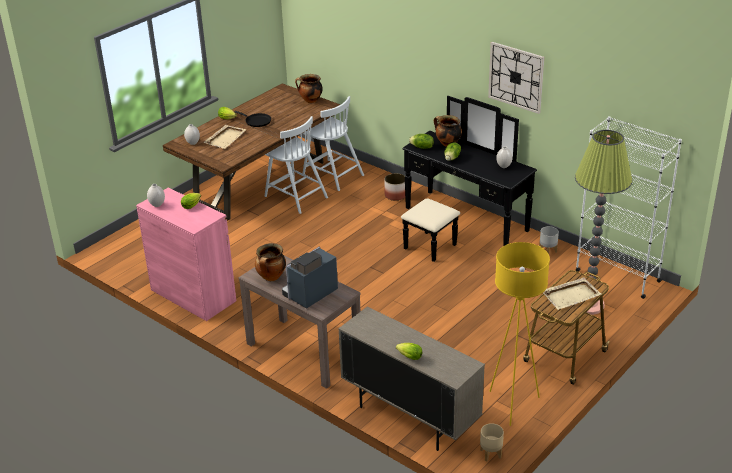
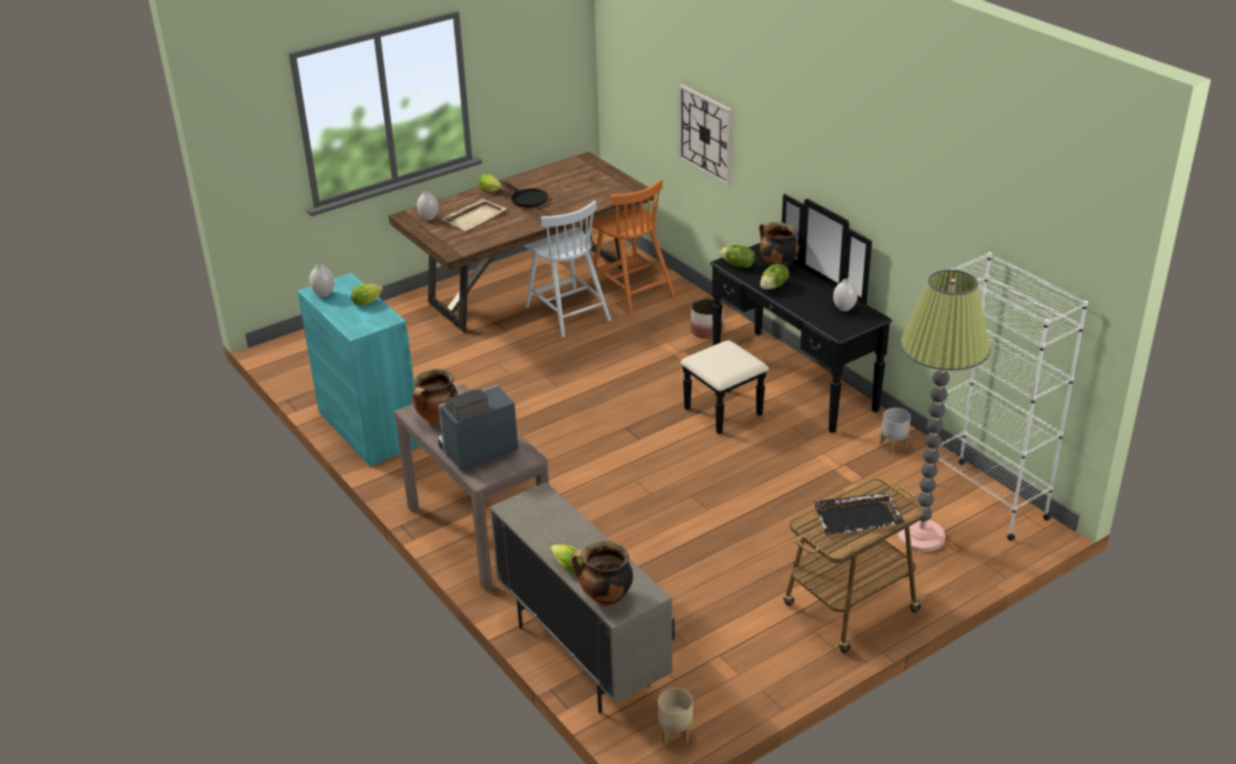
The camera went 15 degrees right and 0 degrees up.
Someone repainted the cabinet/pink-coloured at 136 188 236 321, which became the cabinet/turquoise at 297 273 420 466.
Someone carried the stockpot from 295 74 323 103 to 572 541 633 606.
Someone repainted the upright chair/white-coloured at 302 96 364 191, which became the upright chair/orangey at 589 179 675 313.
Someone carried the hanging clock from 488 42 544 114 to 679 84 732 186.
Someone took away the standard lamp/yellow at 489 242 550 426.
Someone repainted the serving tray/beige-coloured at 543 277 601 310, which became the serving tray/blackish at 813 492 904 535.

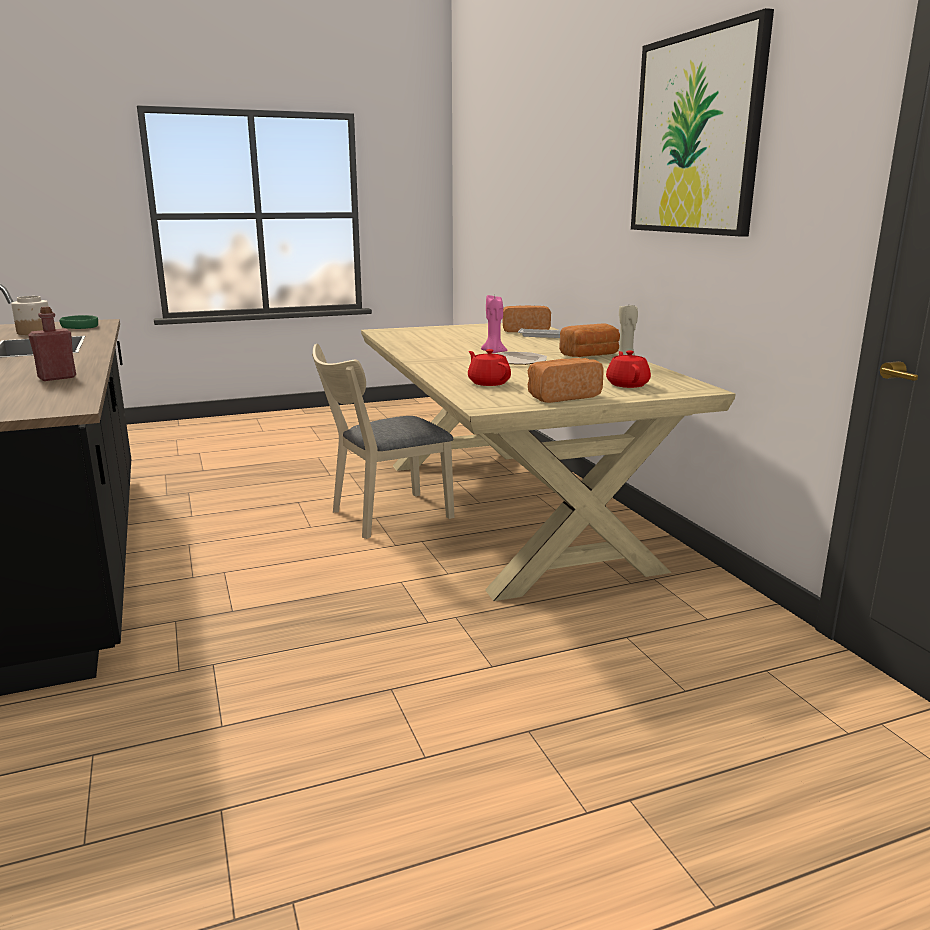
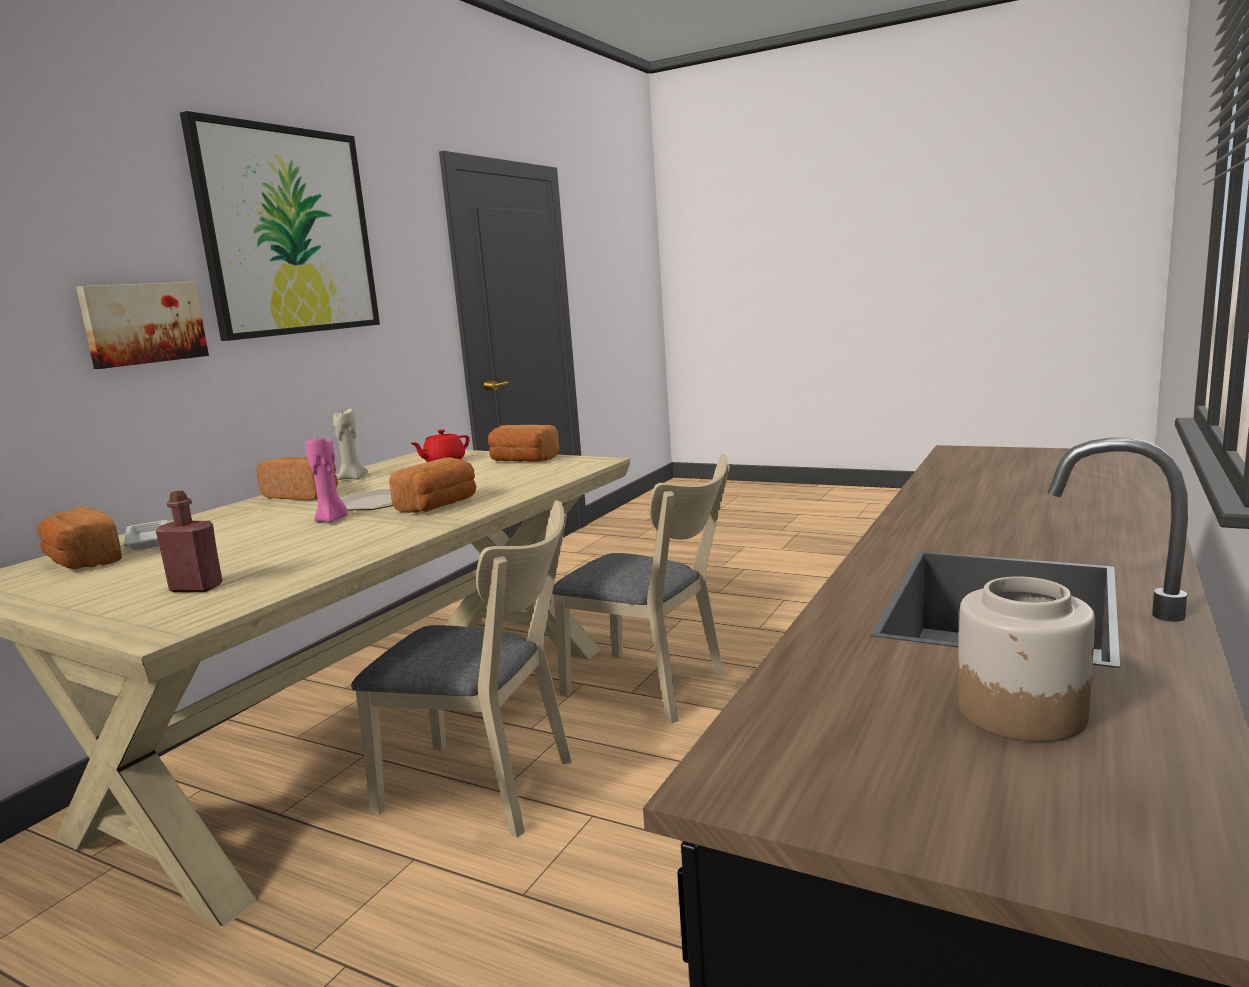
The camera went 130 degrees left and 5 degrees down.
Someone carried the drink bottle/reddish from 28 307 76 381 to 156 491 222 592.
Someone took away the bowl/green at 59 315 98 329.
Someone took away the tea pot/reddish at 468 349 511 386.
Someone put up the wall art at 76 282 209 369.
Someone put down the bakery bread at 389 457 476 513.
Someone put down the upright chair/beige-coloured at 553 454 730 723.

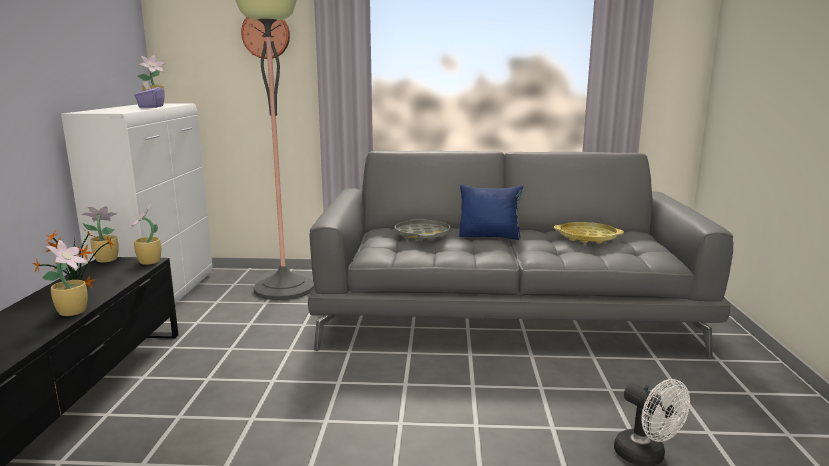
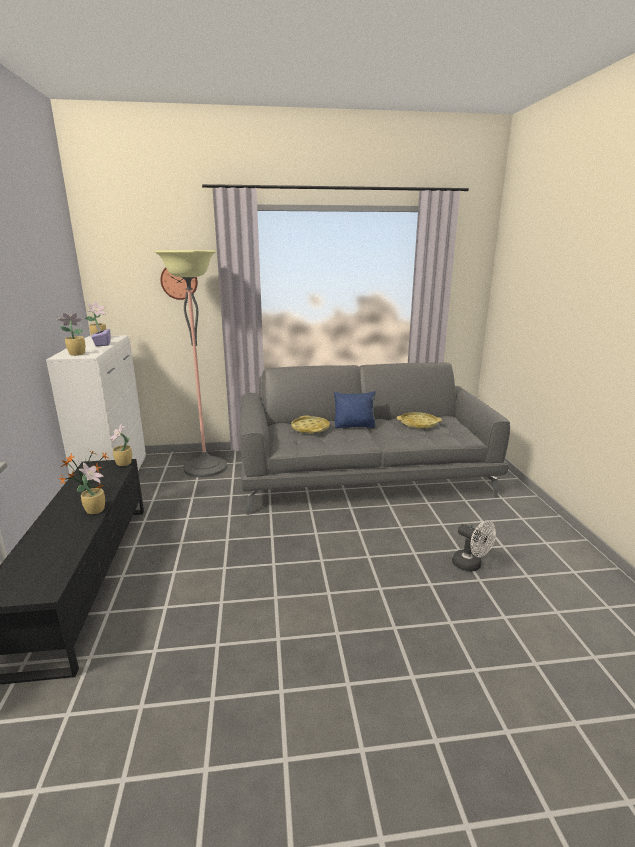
The camera went 10 degrees left and 5 degrees up.
Someone carried the potted plant from 82 206 119 263 to 57 313 85 356.
Someone repainted the serving tray/gray at 394 219 451 241, which became the serving tray/yellow at 291 416 330 434.

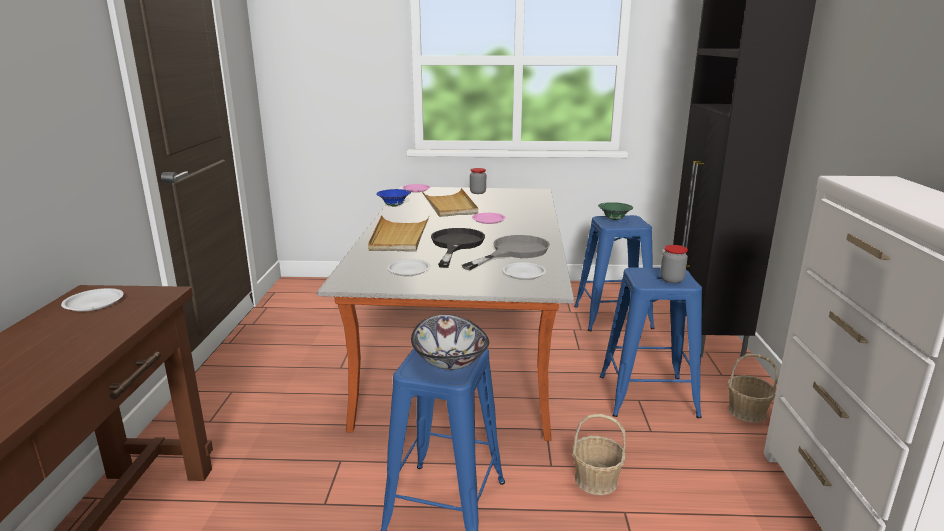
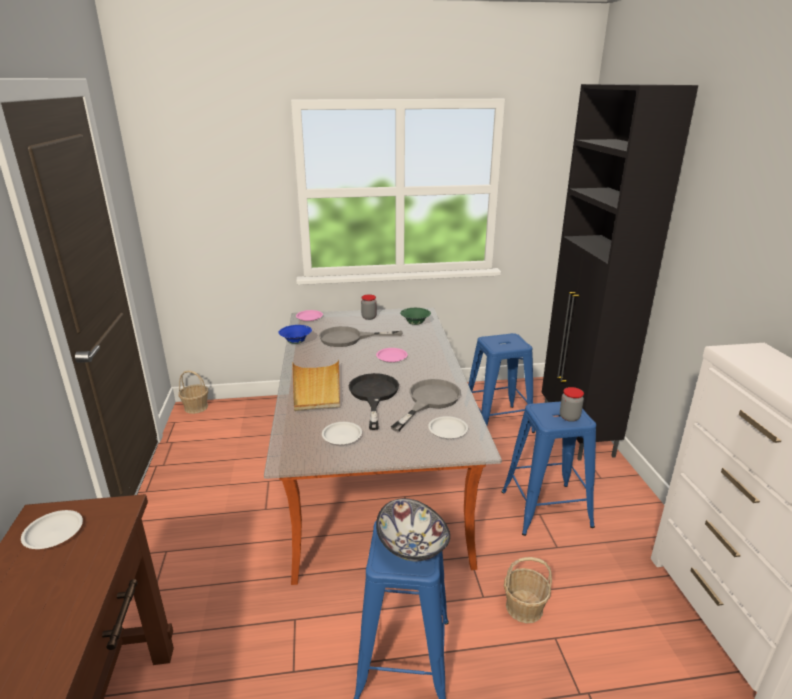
The camera went 10 degrees left and 5 degrees up.
Someone swapped the serving tray/beige-coloured at 422 188 478 217 for the pan/gray at 319 326 403 347.
Someone carried the bowl/green from 598 202 633 220 to 400 308 431 325.
Someone carried the basket from 727 354 778 423 to 179 370 208 414.

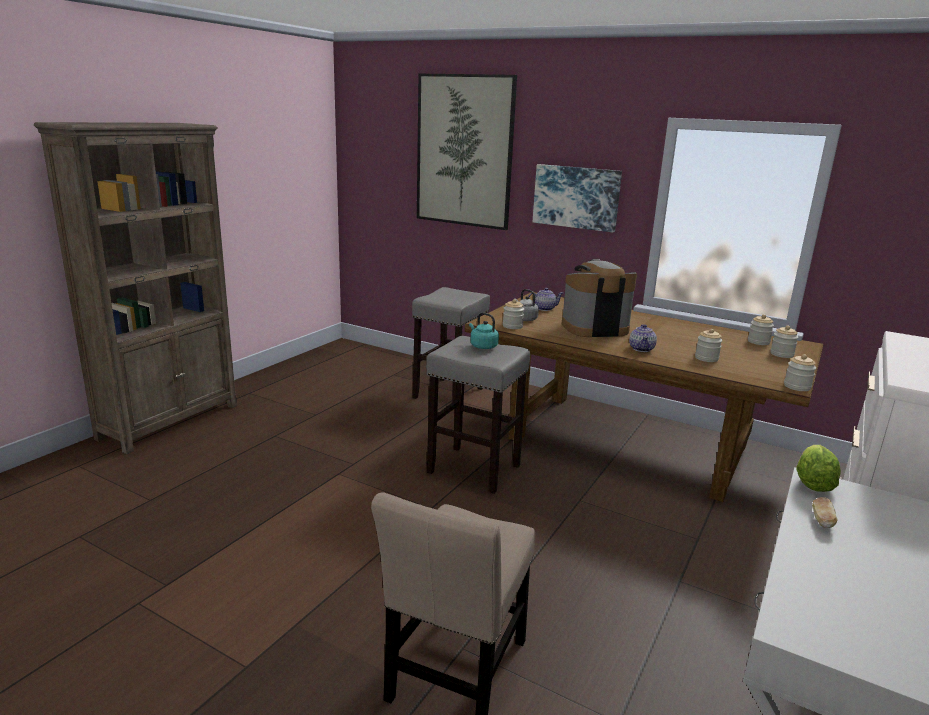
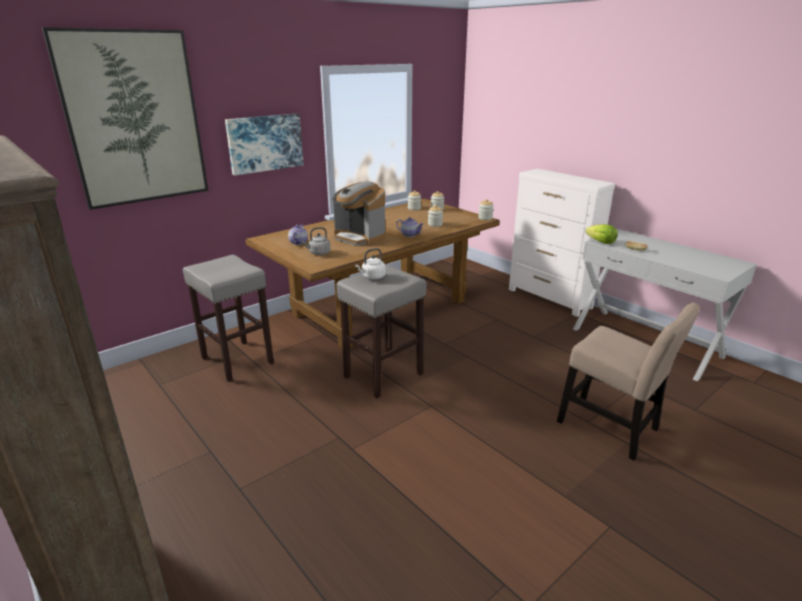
The camera went 70 degrees left and 5 degrees up.
Someone repainted the kettle/turquoise at 469 313 499 349, which became the kettle/white-coloured at 355 248 386 279.
Someone took away the storage jar at 503 299 524 329.
Someone rotated the coffee brewer at 562 259 637 337 by 60 degrees counterclockwise.

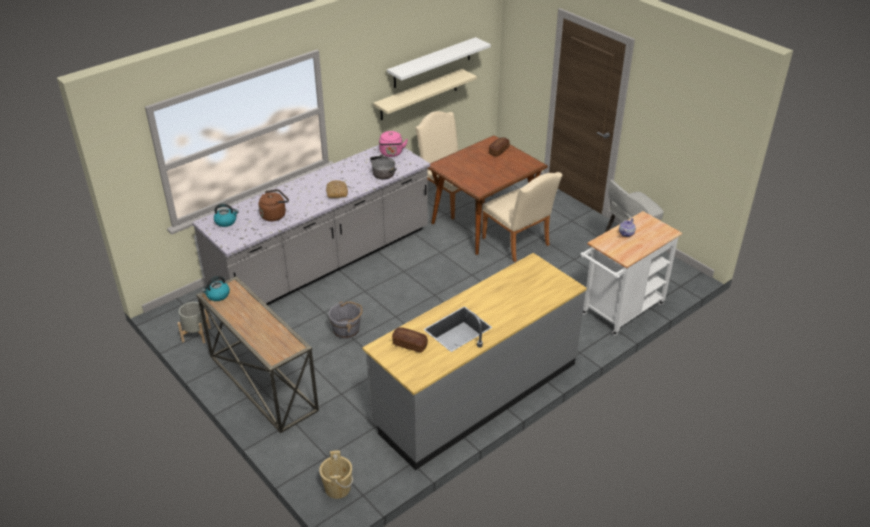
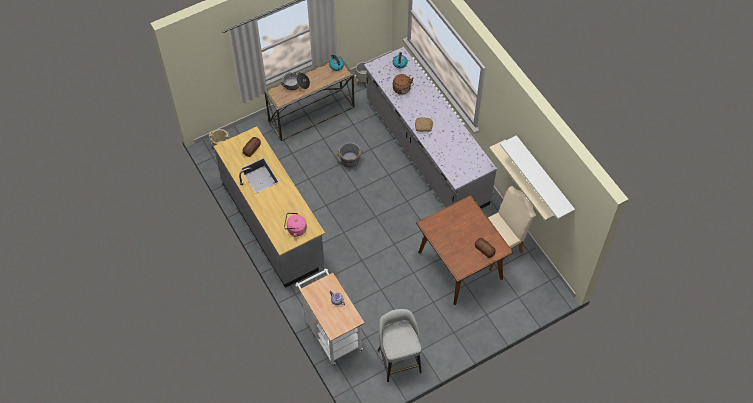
The camera went 100 degrees right and 20 degrees up.
Someone carried the stockpot from 370 155 397 180 to 281 72 310 90.
Someone carried the kettle/pink-coloured from 379 131 408 157 to 284 213 307 237.
Someone took away the upright chair/beige-coloured at 482 172 562 262.

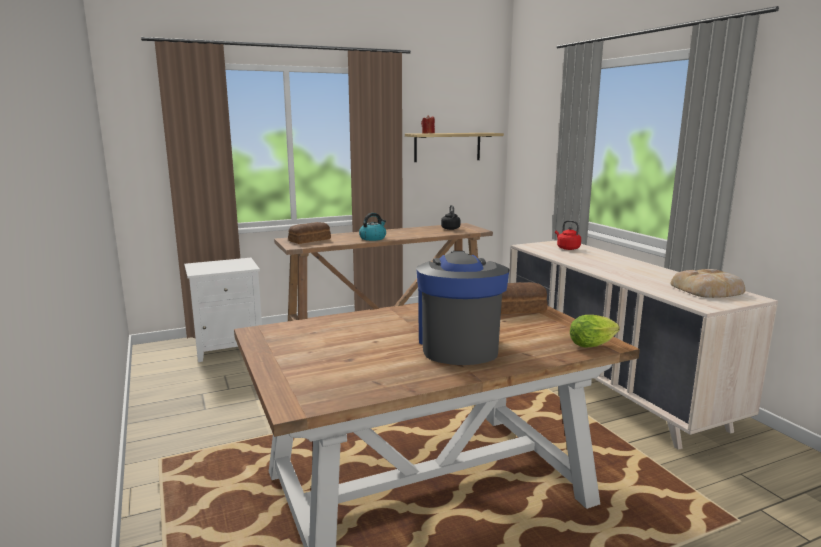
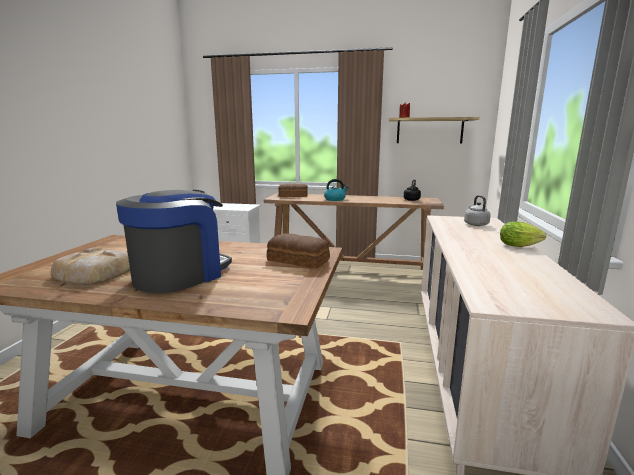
The camera went 35 degrees right and 0 degrees up.
Someone repainted the kettle/reddish at 555 220 581 250, which became the kettle/gray at 464 195 491 226.
Someone carried the head of lettuce from 570 315 620 347 to 500 221 546 247.
Someone carried the bakery bread from 670 269 745 298 to 50 247 130 284.

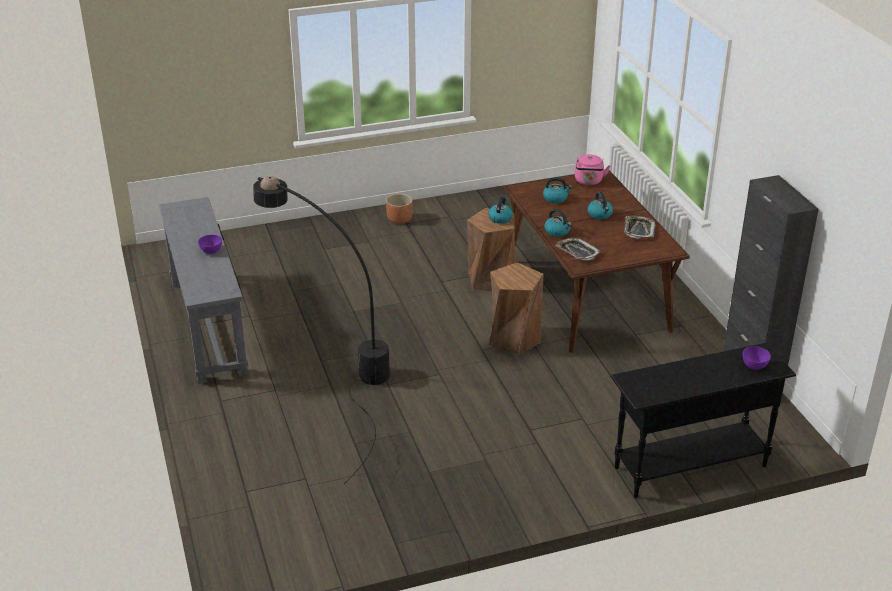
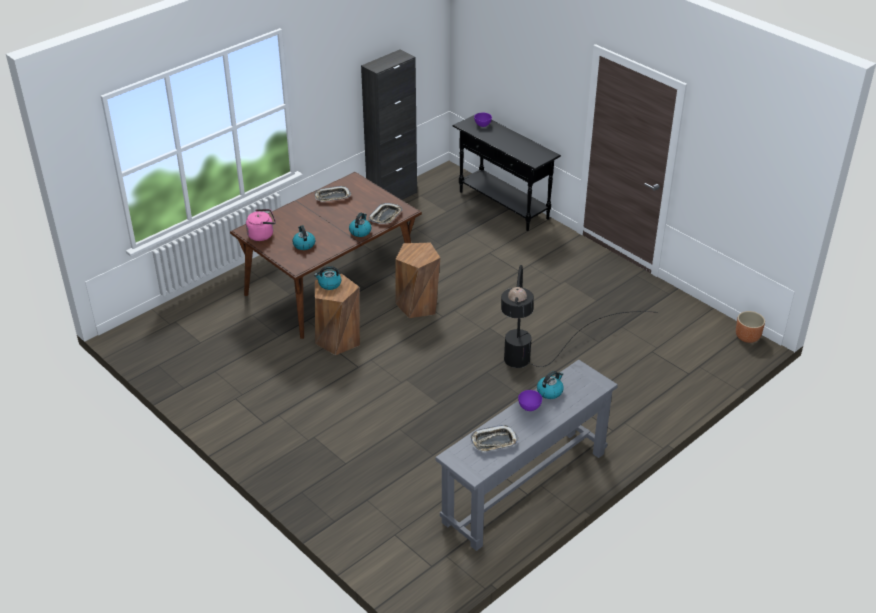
The camera went 115 degrees left and 5 degrees up.
Someone carried the flower pot/brown from 386 194 413 224 to 736 311 765 343.
Someone carried the kettle from 588 192 613 219 to 537 371 564 399.
Someone put down the serving tray at 471 425 519 452.

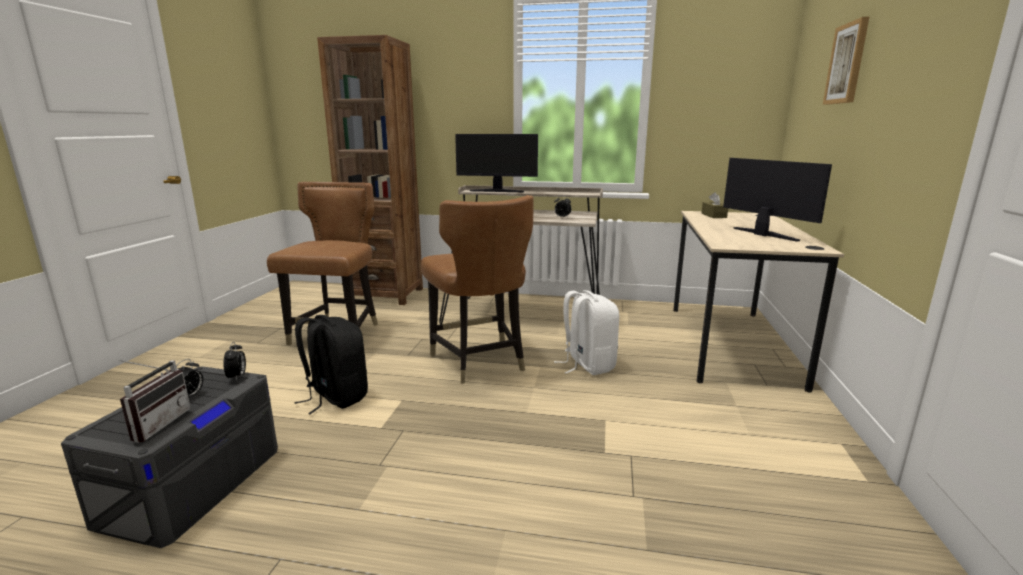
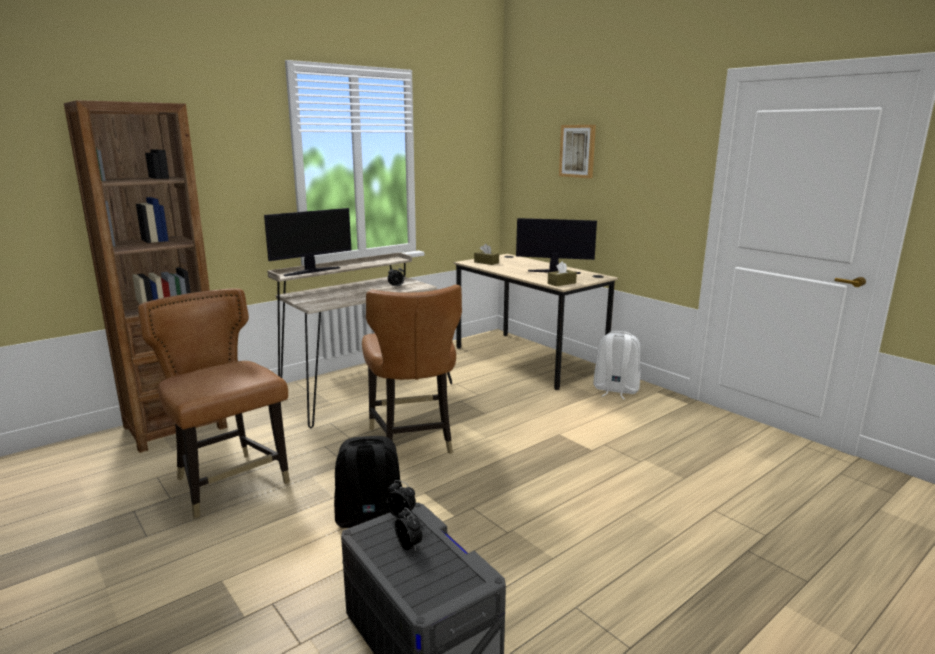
The camera went 50 degrees left and 0 degrees up.
Someone took away the radio at 119 360 191 443.
Someone rotated the upright chair/brown at 421 195 534 384 by 60 degrees clockwise.
Someone carried the knapsack/white-coloured from 554 290 619 375 to 593 331 641 399.
Someone put down the tissue box/brown at 548 261 577 286.

